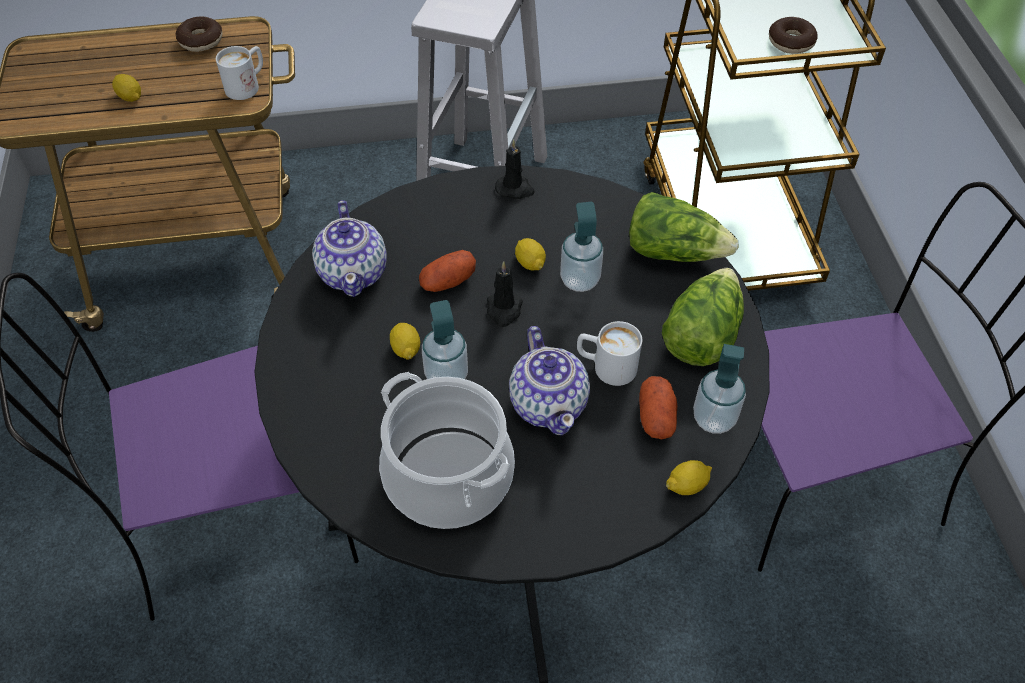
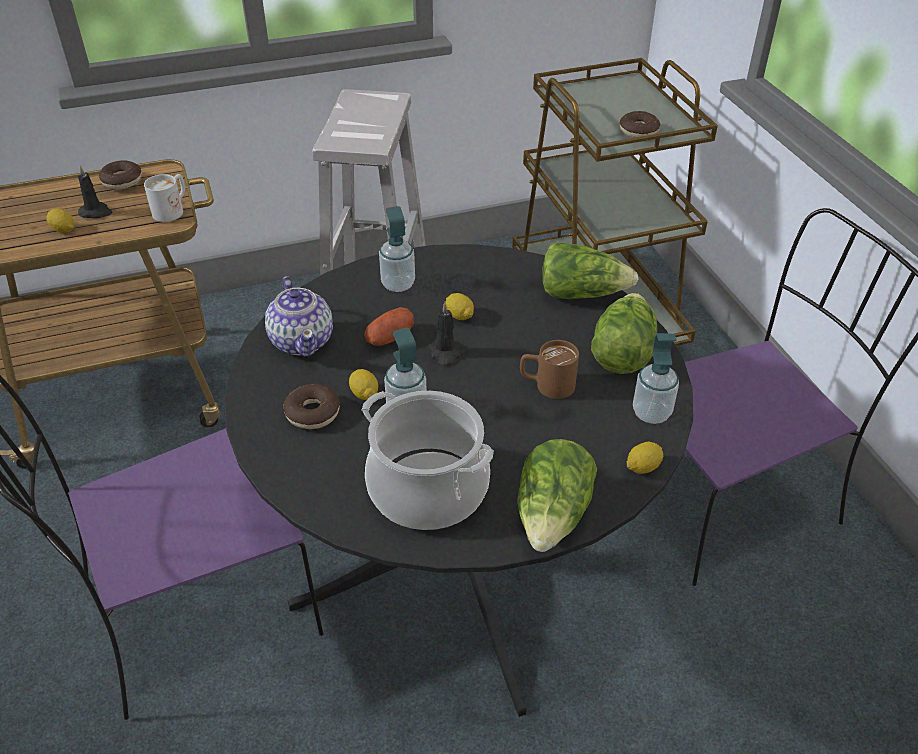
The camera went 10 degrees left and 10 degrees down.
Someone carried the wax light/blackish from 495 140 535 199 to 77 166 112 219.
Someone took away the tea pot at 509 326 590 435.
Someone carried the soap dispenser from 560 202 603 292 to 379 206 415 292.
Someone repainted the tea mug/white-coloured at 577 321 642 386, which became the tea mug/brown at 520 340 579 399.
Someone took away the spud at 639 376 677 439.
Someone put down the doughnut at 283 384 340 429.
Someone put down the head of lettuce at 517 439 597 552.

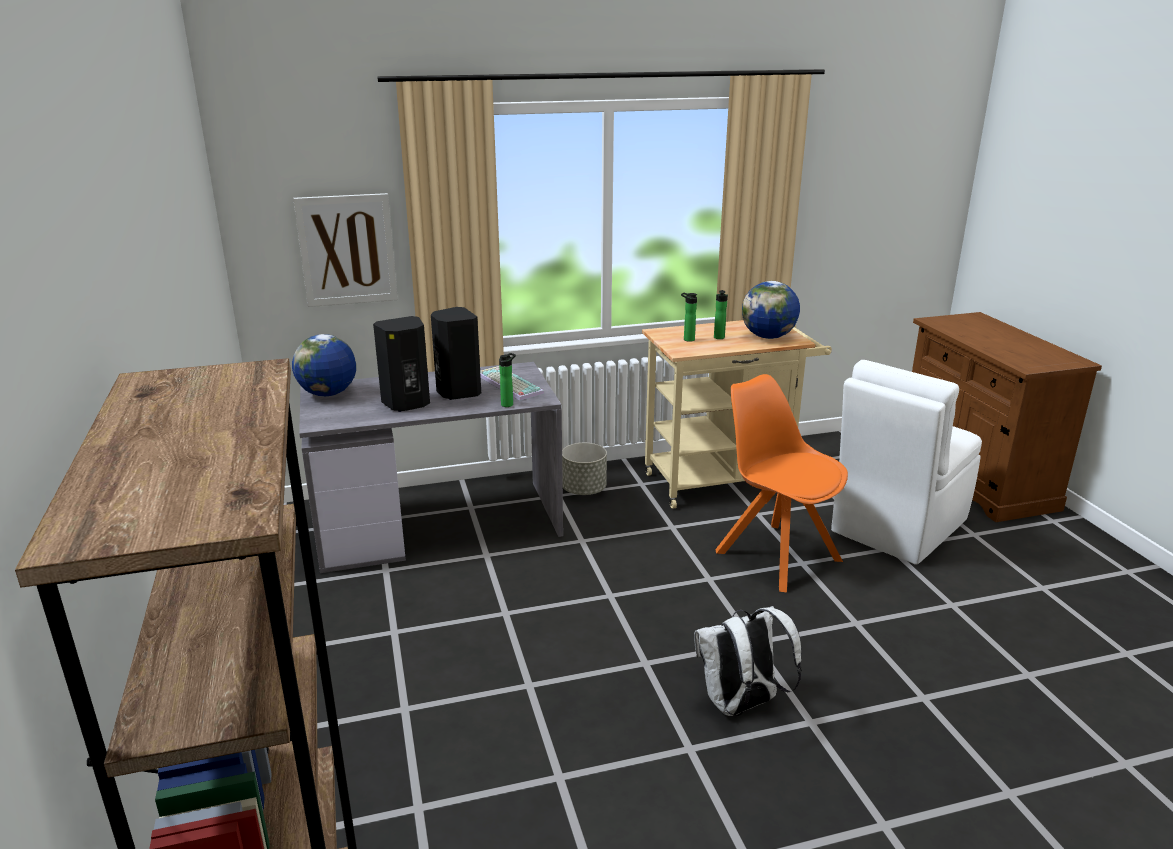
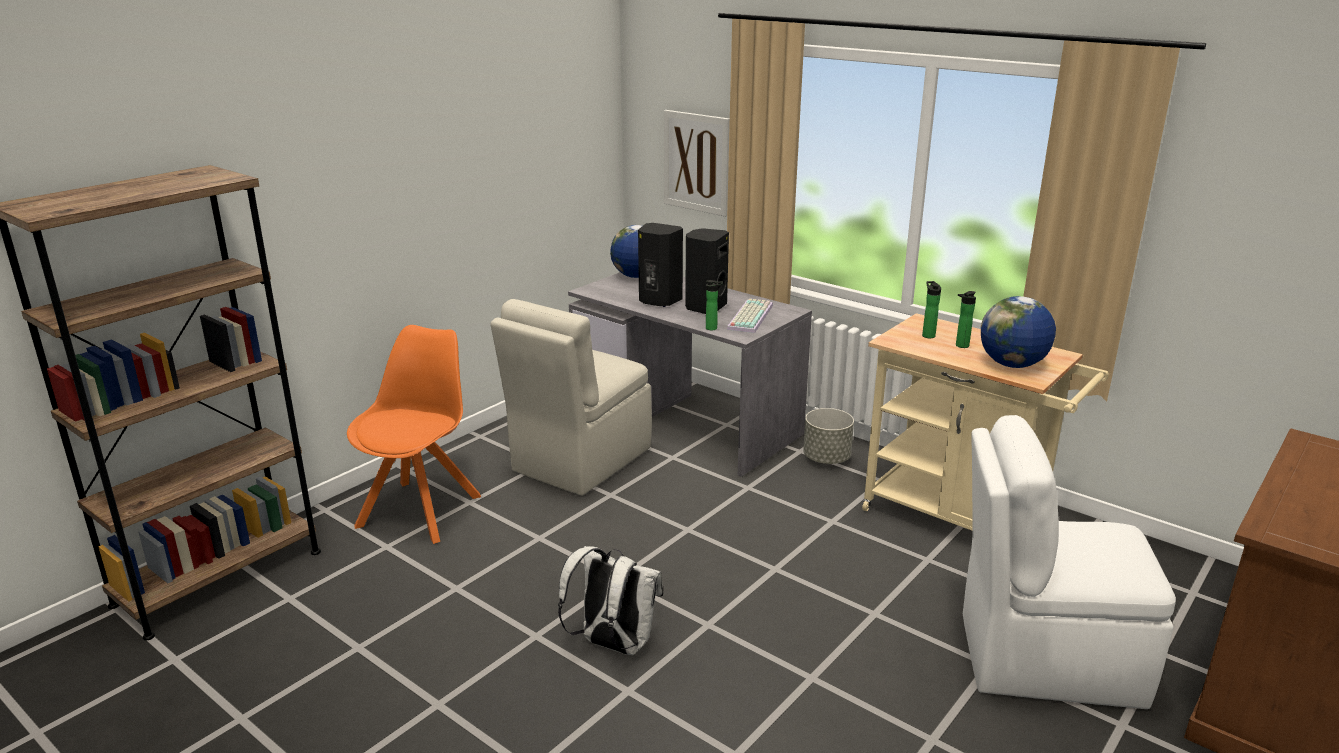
The camera went 55 degrees right and 0 degrees up.
Someone carried the upright chair/orangey from 715 374 848 592 to 347 325 481 544.
Someone put down the upright chair/beige-coloured at 490 299 652 496.

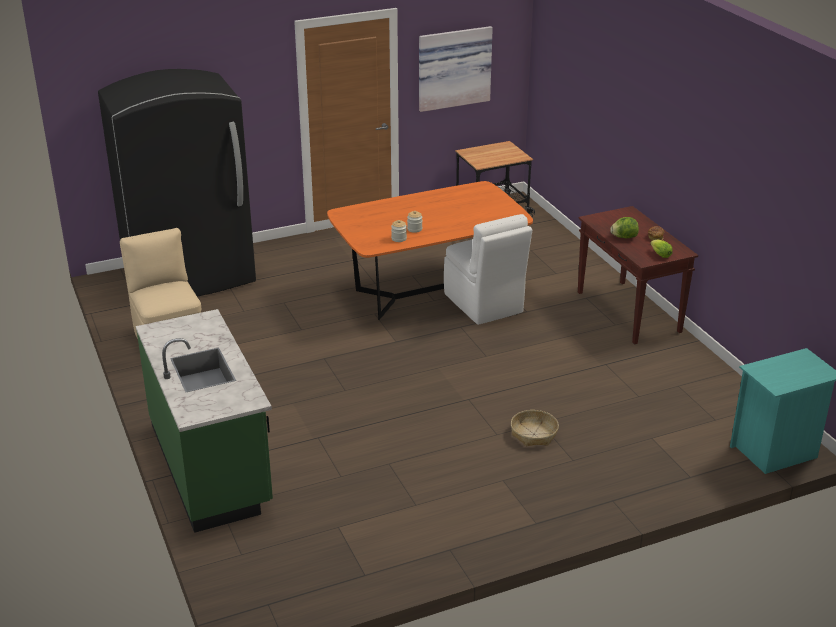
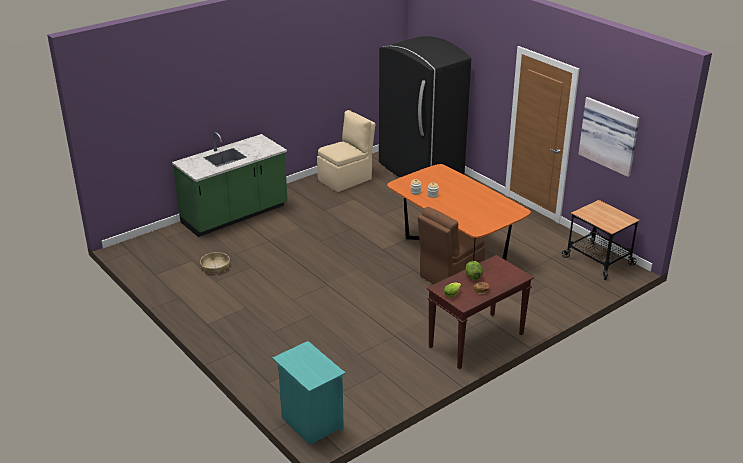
The camera went 75 degrees right and 0 degrees up.
Someone repainted the upright chair/white-coloured at 444 214 532 325, which became the upright chair/brown at 418 207 485 285.
Someone carried the basket from 511 410 559 446 to 200 252 230 274.

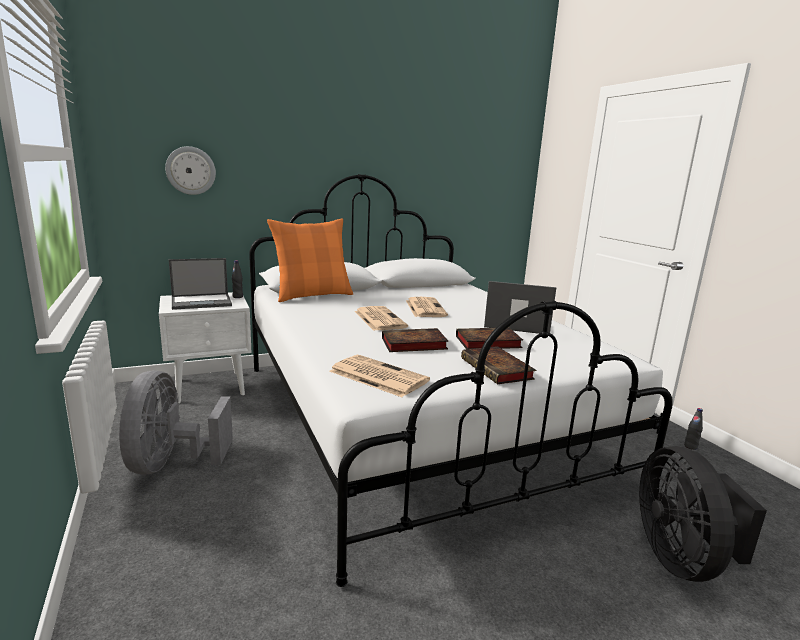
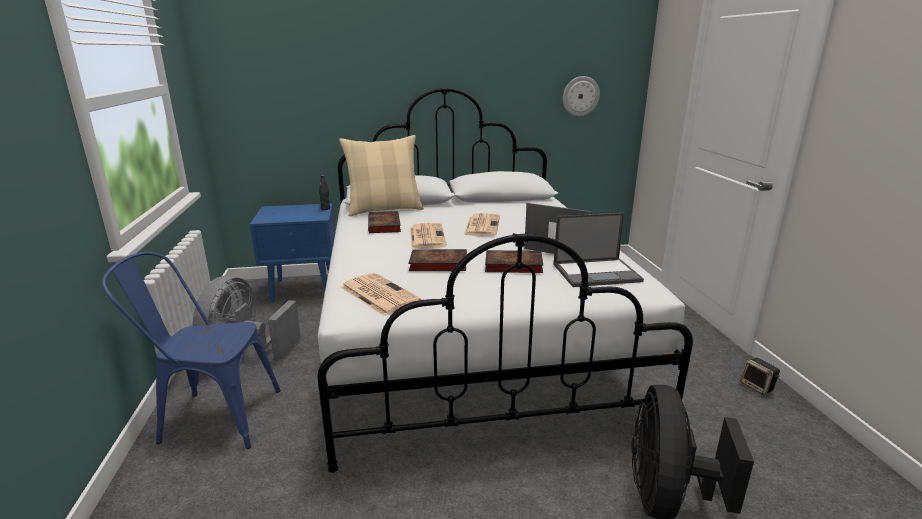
The camera went 15 degrees right and 5 degrees up.
Someone repainted the night table/white-coloured at 159 292 251 403, which became the night table/blue-coloured at 250 203 335 302.
Someone carried the hanging clock from 165 146 216 195 to 563 76 600 116.
Someone carried the notebook computer from 169 258 232 310 to 554 213 644 287.
Someone repainted the pillow/orangey at 267 219 353 302, which became the pillow/beige-coloured at 339 135 424 216.
Someone carried the book from 461 346 536 384 to 368 211 401 233.
Someone swapped the drink bottle/blackish at 684 408 703 450 for the speaker at 740 358 780 395.
Someone put down the upright chair/blue-coloured at 102 252 281 449.

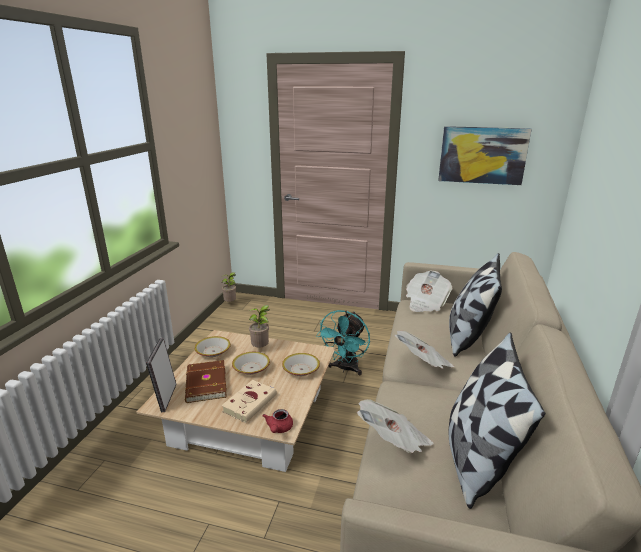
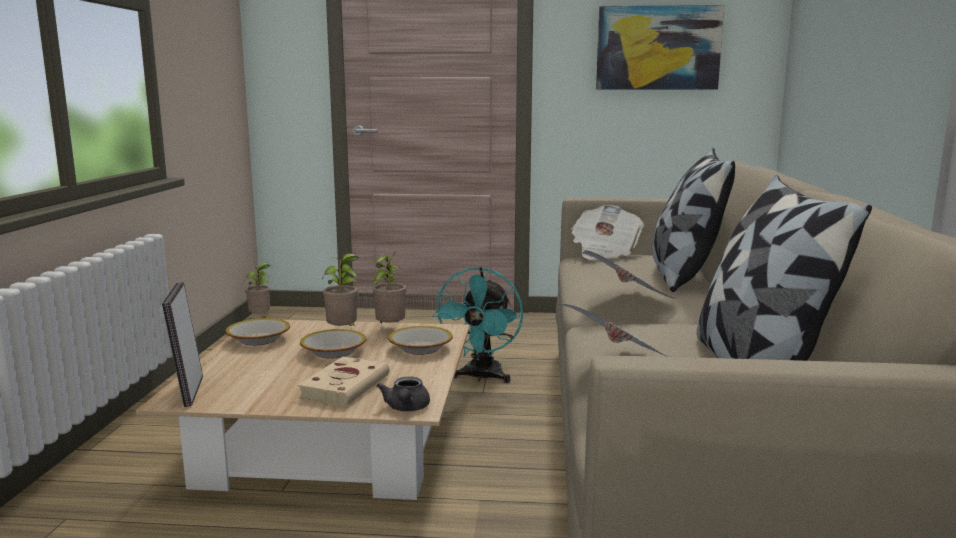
The camera went 10 degrees left and 10 degrees down.
Someone took away the book/brown at 185 360 227 403.
Someone repainted the tea pot/reddish at 262 409 293 433, which became the tea pot/gray at 377 377 430 411.
Someone put down the potted plant at 371 251 407 324.

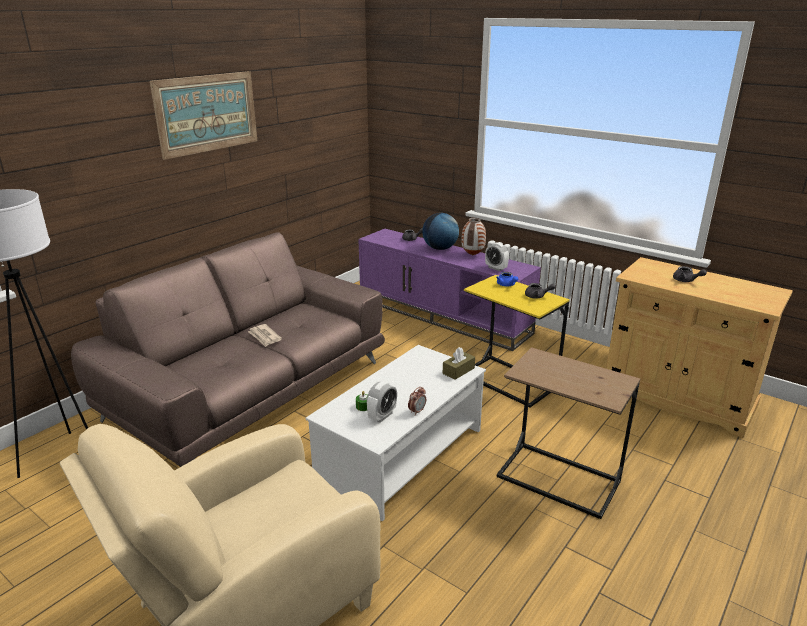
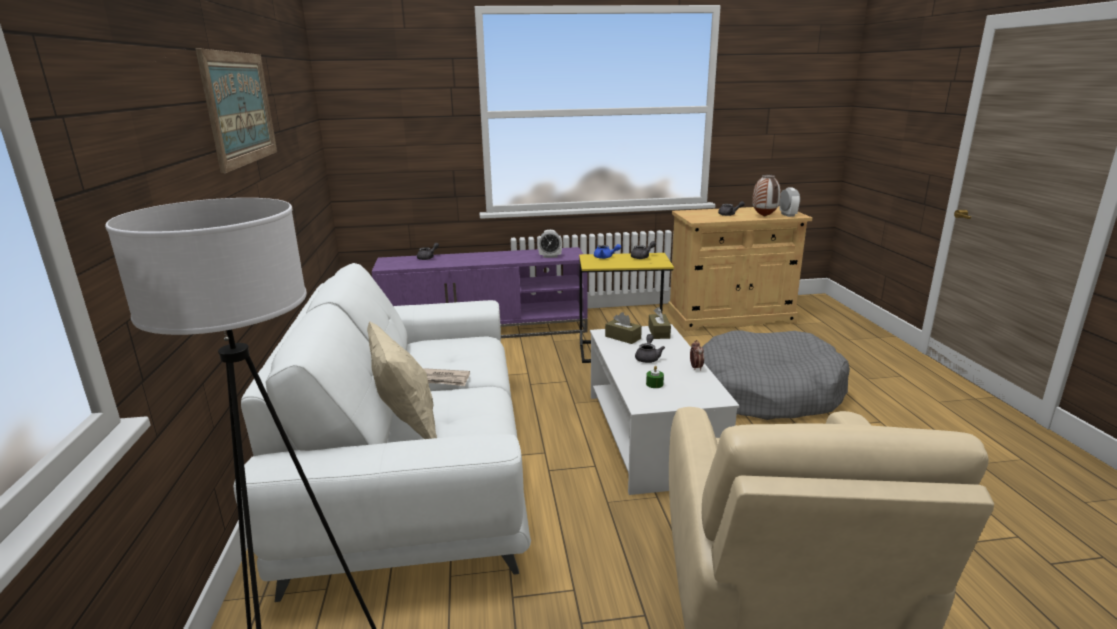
The camera went 45 degrees left and 5 degrees down.
Someone repainted the settee/brown at 71 232 385 467, which became the settee/white-coloured at 233 263 531 602.
Someone carried the alarm clock from 367 381 397 423 to 779 187 800 217.
Someone took away the world globe at 422 213 459 250.
Someone carried the flower vase from 461 218 486 255 to 752 175 781 217.
Someone swapped the accent table/brown at 497 347 640 519 for the dog bed/gray at 702 330 850 420.
Someone put down the pillow/beige-coloured at 367 321 437 439.
Someone put down the tissue box/brown at 605 312 642 344.
Someone put down the tea pot/gray at 635 334 665 363.

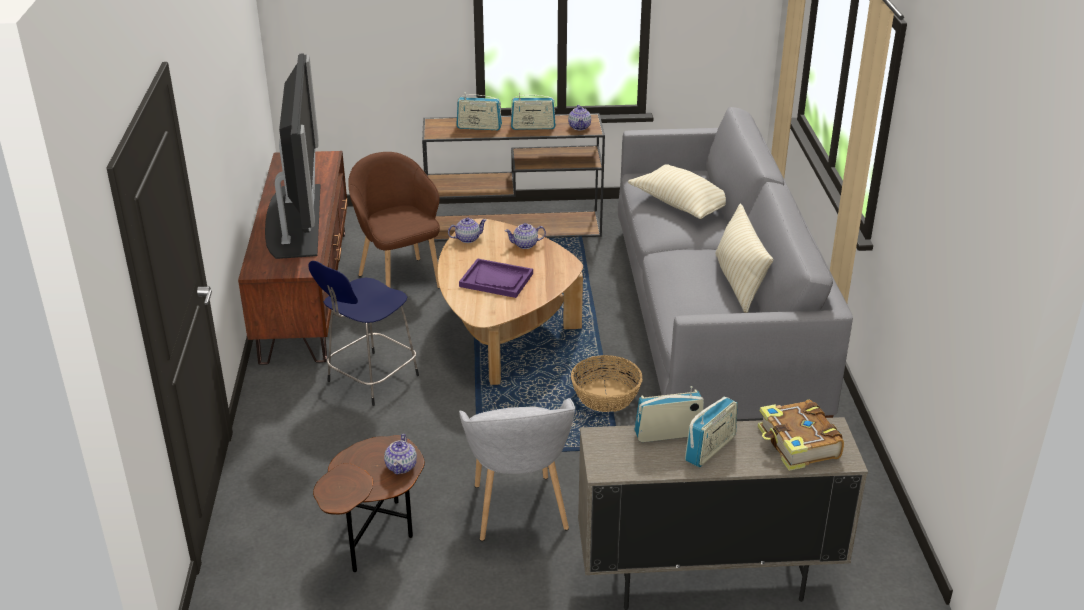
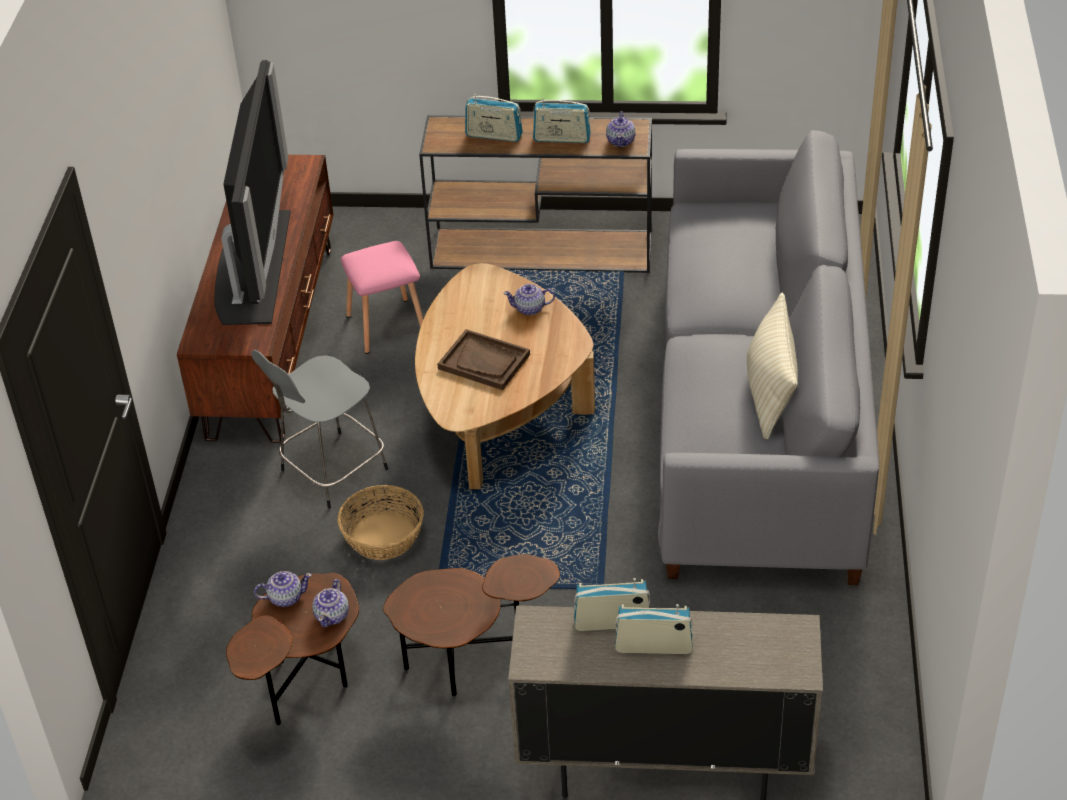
The camera went 10 degrees right and 10 degrees up.
Someone repainted the stool/blue-coloured at 308 261 419 406, which became the stool/gray at 251 350 388 509.
Someone swapped the armchair/brown at 348 152 440 289 for the stool/pink-coloured at 341 241 423 354.
Someone carried the tea pot from 448 217 487 243 to 254 571 312 607.
Someone repainted the serving tray/purple at 459 258 533 298, which became the serving tray/brown at 438 329 530 390.
Someone swapped the armchair/gray at 459 398 575 541 for the accent table/brown at 383 554 560 696.
Someone carried the basket from 571 355 642 412 to 337 485 424 560.
Someone took away the pillow/beige-coloured at 627 164 726 219.
Someone rotated the radio at 685 396 738 467 by 135 degrees counterclockwise.
Someone took away the book at 758 399 844 471.

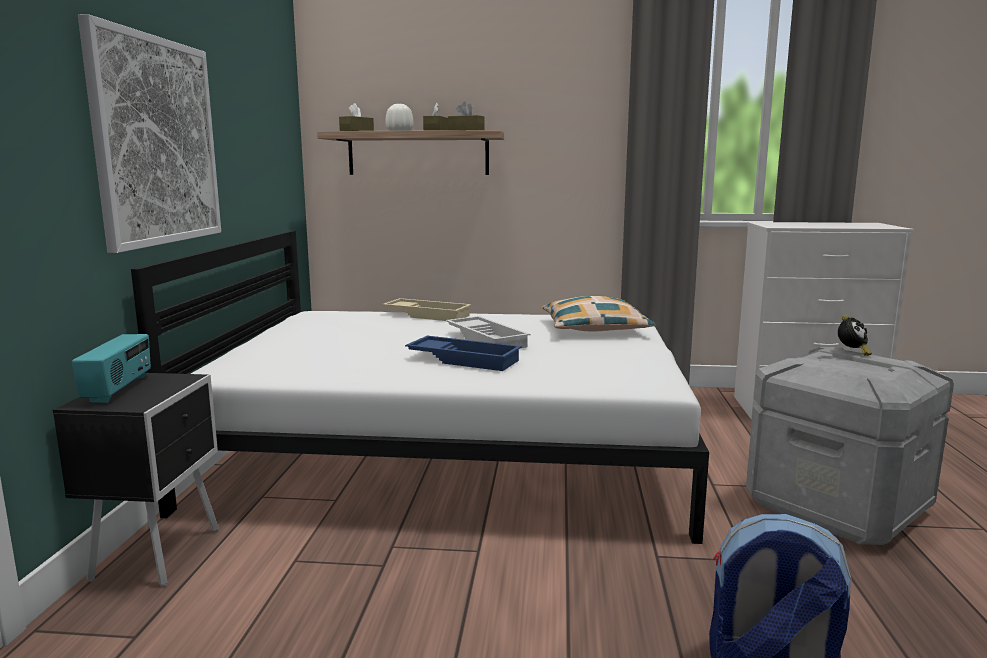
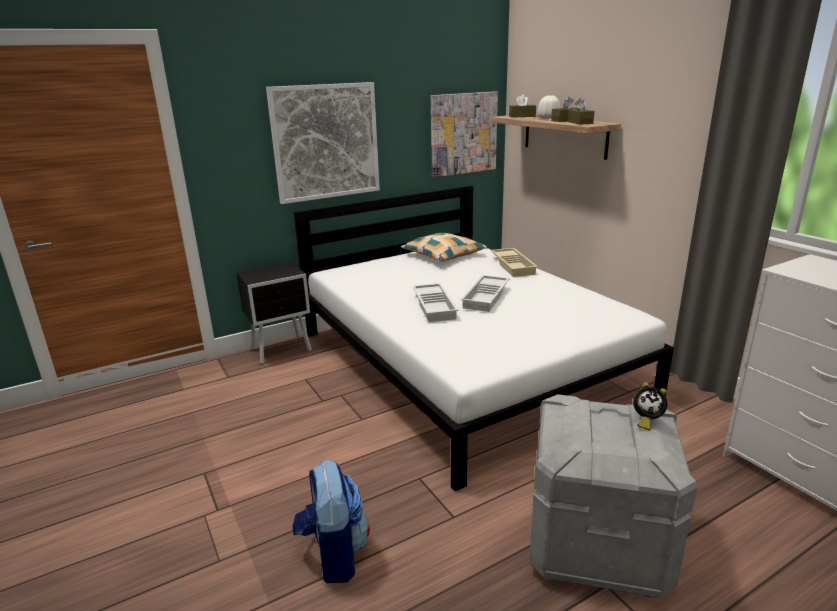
The camera went 55 degrees right and 10 degrees up.
Someone took away the radio at 72 334 151 403.
Someone repainted the serving tray/blue-coloured at 405 336 522 371, which became the serving tray/white-coloured at 412 283 459 322.
Someone carried the pillow from 542 296 656 331 to 401 233 487 262.
Someone put up the wall art at 431 91 498 177.

